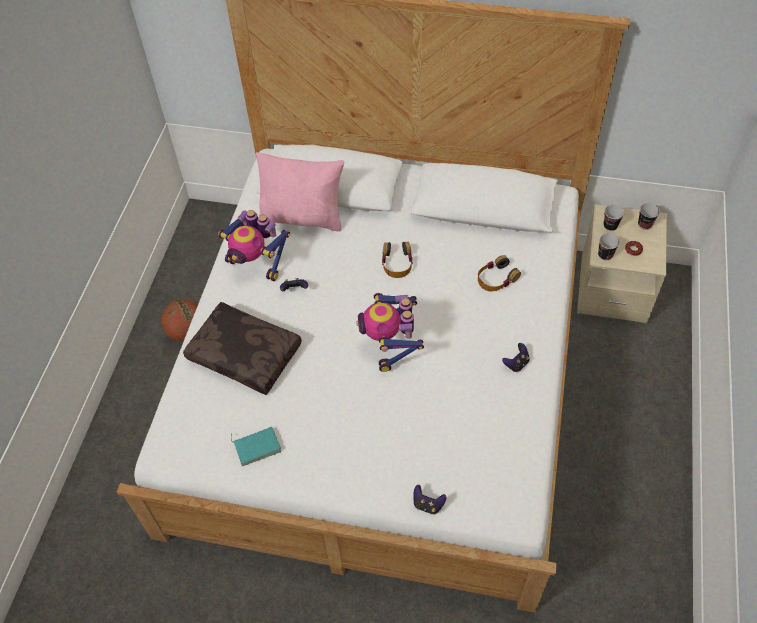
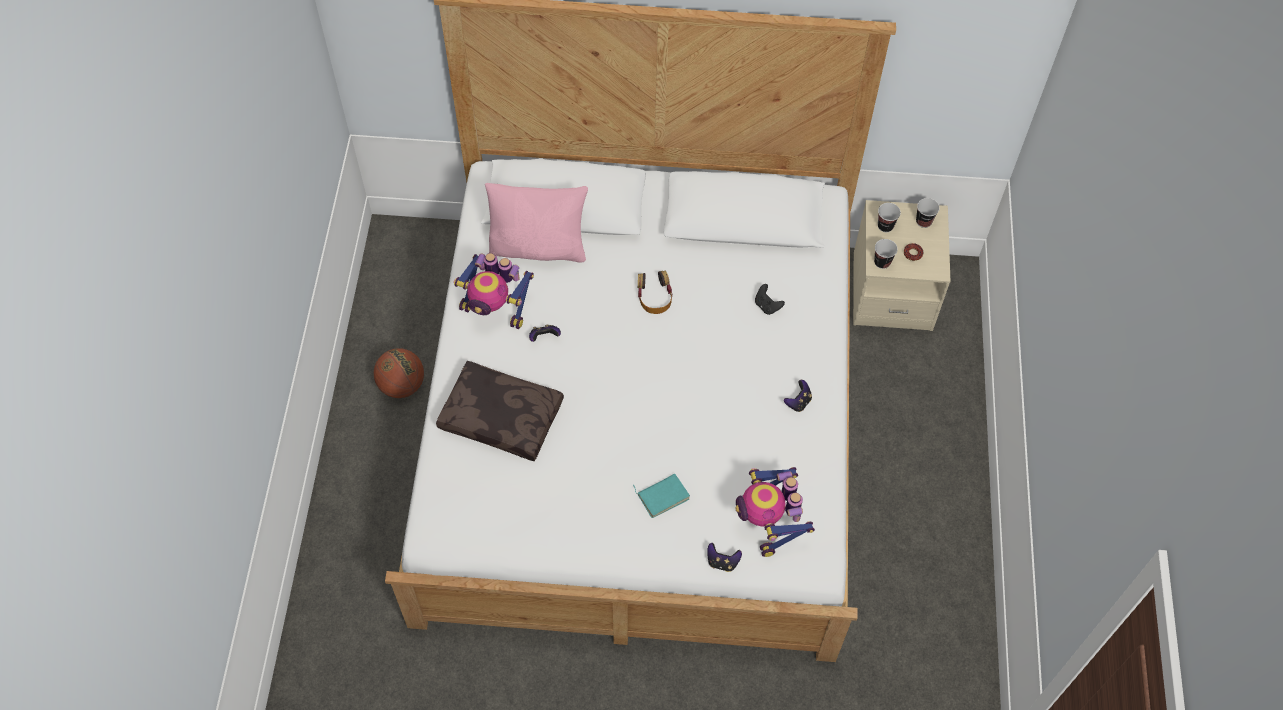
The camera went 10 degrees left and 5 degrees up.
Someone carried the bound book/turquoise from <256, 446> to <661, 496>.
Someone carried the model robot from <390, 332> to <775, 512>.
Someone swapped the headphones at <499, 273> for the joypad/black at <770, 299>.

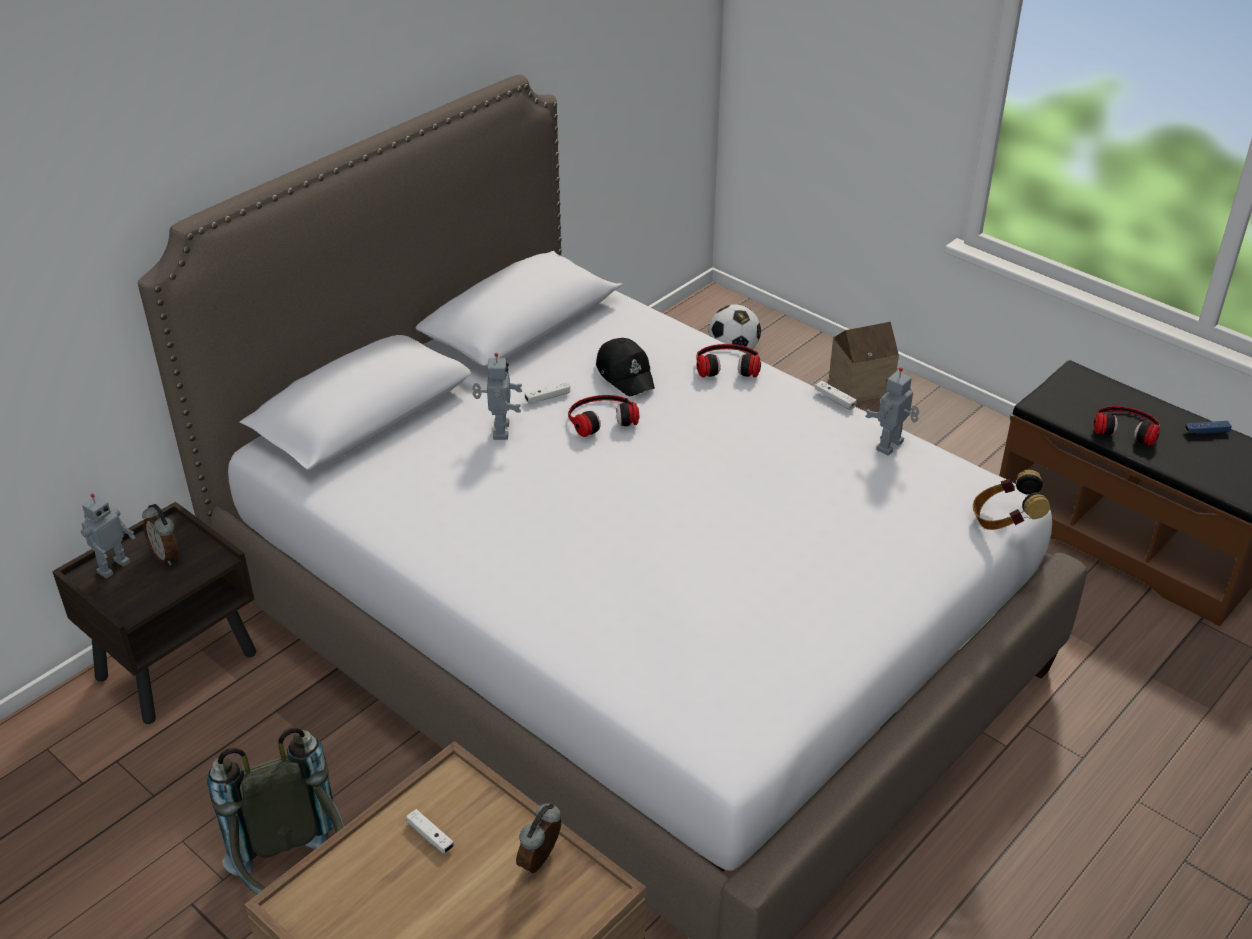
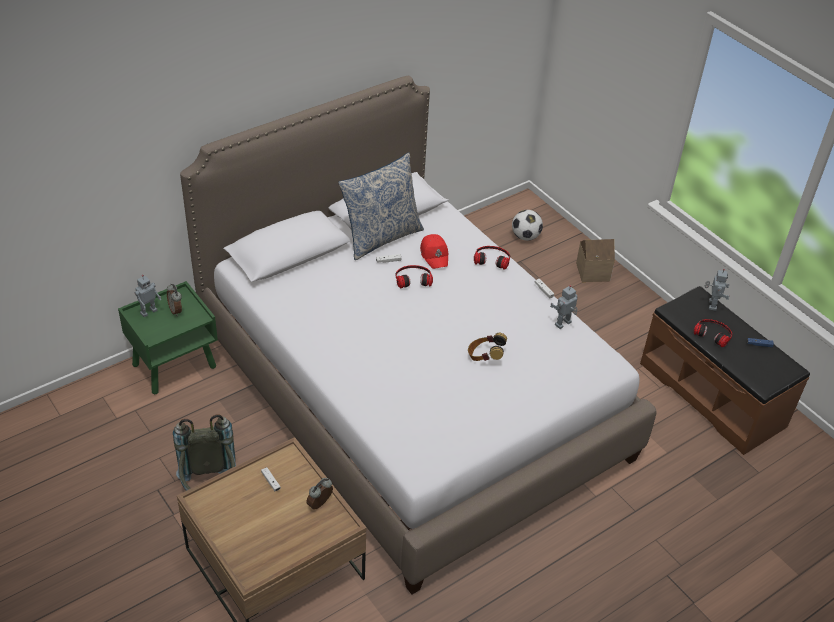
The camera went 10 degrees right and 5 degrees up.
Someone repainted the nightstand/brown-coloured at <154, 613>, which became the nightstand/greenish at <168, 337>.
Someone carried the model robot from <497, 396> to <717, 290>.
Someone repainted the peaked cap/black at <625, 367>, which became the peaked cap/reddish at <434, 251>.
Someone carried the headphones from <1011, 500> to <487, 347>.
Someone put down the throw pillow at <381, 206>.

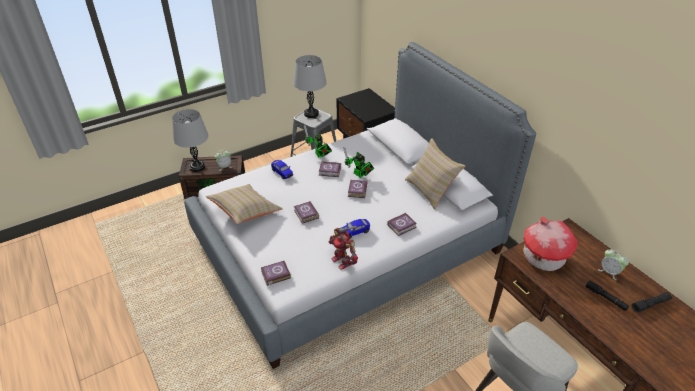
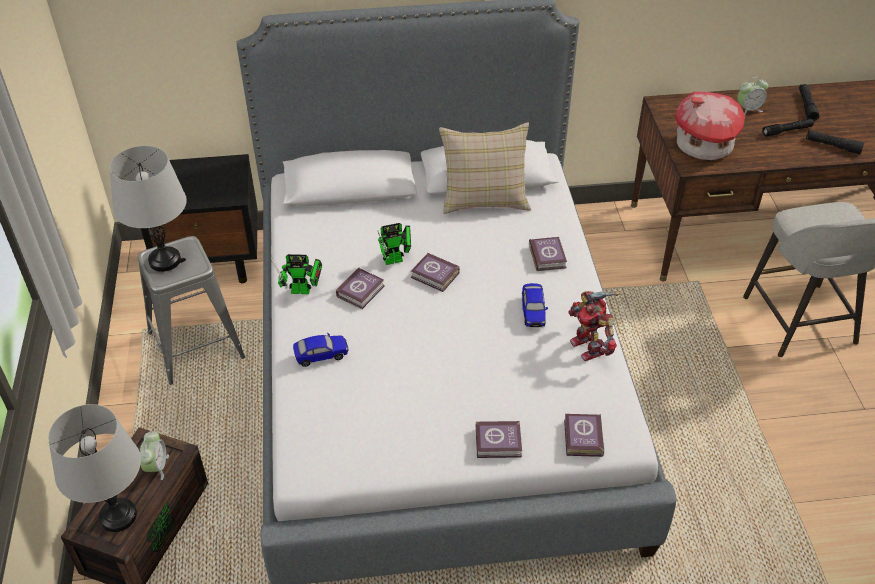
The camera went 65 degrees left and 5 degrees up.
Someone took away the throw pillow/beige-coloured at <244, 204>.
Someone carried the bound book from <306, 212> to <499, 439>.
Someone rotated the model robot at <343, 248> by 75 degrees clockwise.
Someone put down the hand torch/black at <835, 142>.

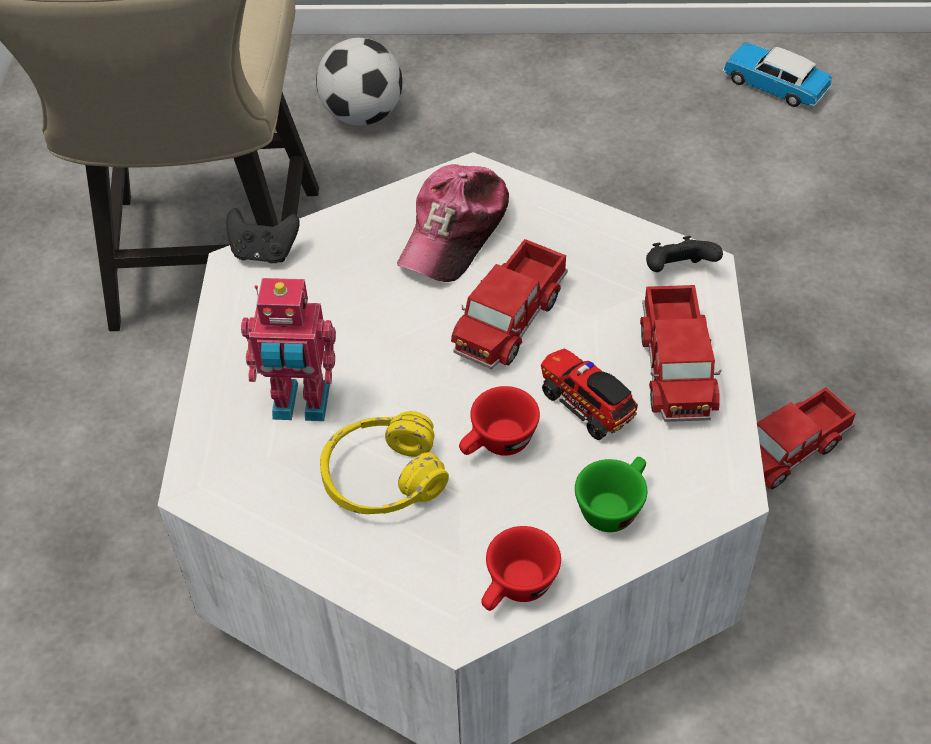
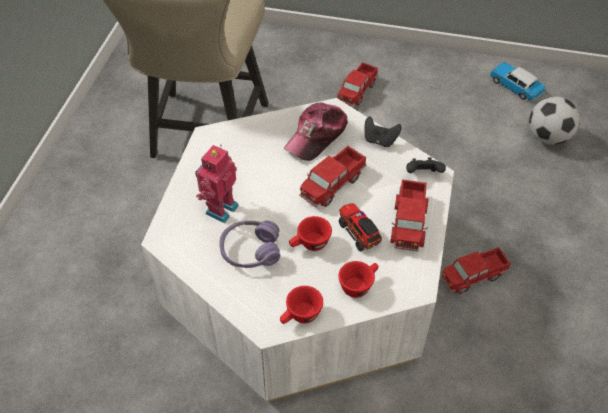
The camera went 10 degrees right and 0 degrees up.
Someone carried the joypad/black from <263, 236> to <383, 131>.
Someone rotated the model robot at <288, 349> by 105 degrees clockwise.
Someone carried the football from <359, 82> to <554, 120>.
Someone repainted the headphones/yellowish at <384, 462>, which became the headphones/purple-coloured at <250, 244>.
Someone repainted the small cup/greenish at <611, 494>, which became the small cup/reddish at <358, 279>.
Someone put down the toy lorry at <357, 84>.

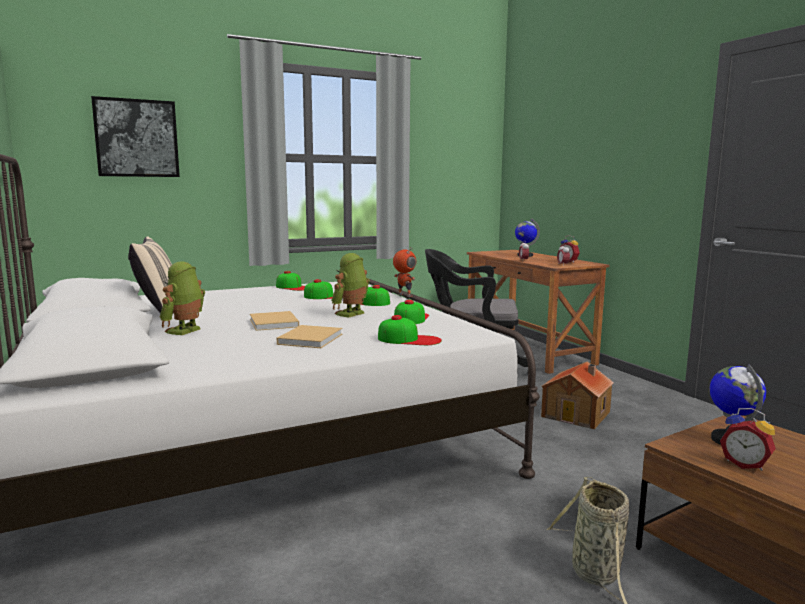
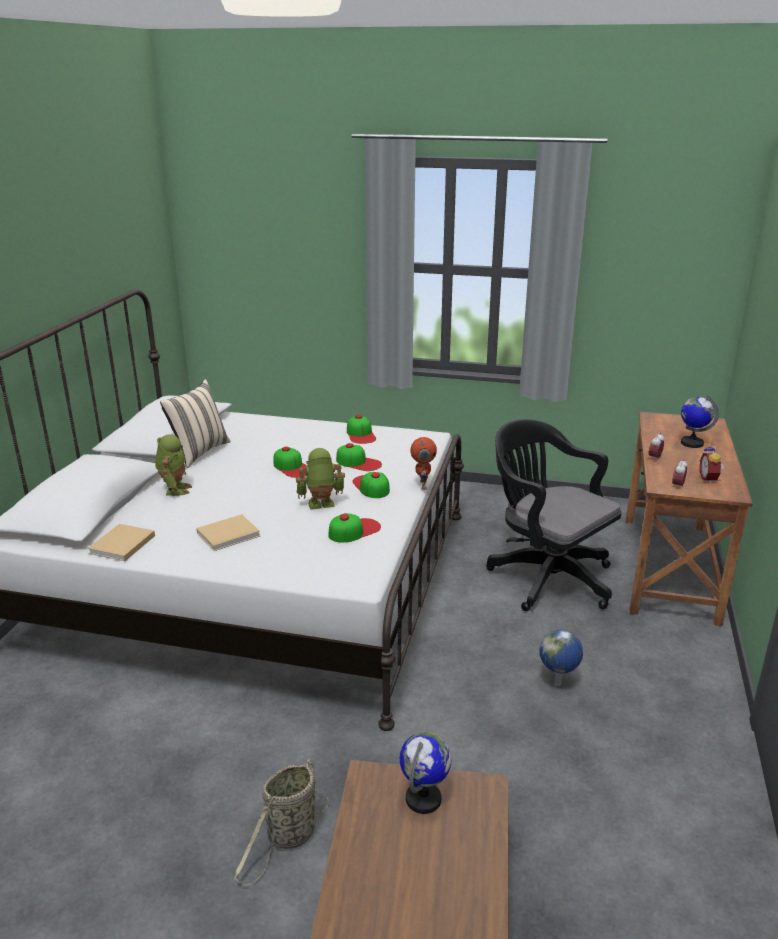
The camera went 40 degrees right and 15 degrees up.
Someone took away the wall picture at <135, 136>.
Someone rotated the model robot at <182, 298> by 120 degrees clockwise.
Someone carried the bound book/beige-coloured from <274, 321> to <121, 542>.
Someone carried the peaked cap from <410, 330> to <290, 462>.
Someone swapped the toy house at <577, 395> for the desk globe at <561, 658>.
Someone took away the bedside clock at <748, 439>.

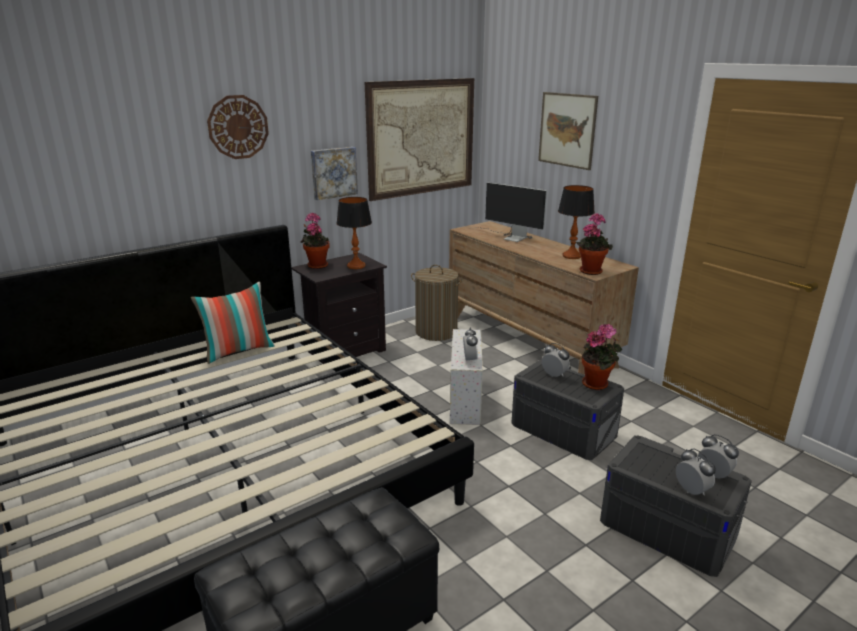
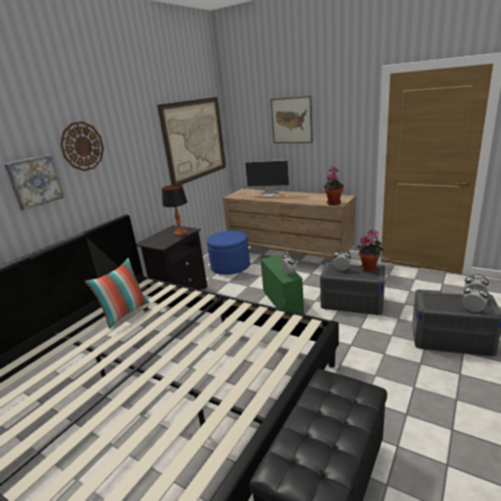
The camera went 20 degrees left and 0 degrees up.
Someone took away the houseplant at <315, 241>.
Someone carried the wall picture from <334, 173> to <34, 182>.
Someone swapped the washing basket at <437, 303> for the ottoman/bluish at <228, 252>.
Someone repainted the storage box/white at <466, 377>, which became the storage box/greenish at <282, 285>.
Someone took away the table lamp at <576, 222>.

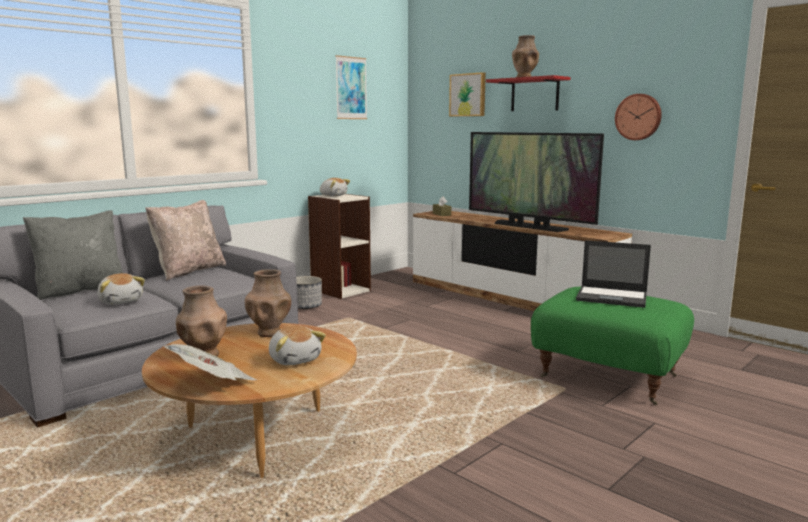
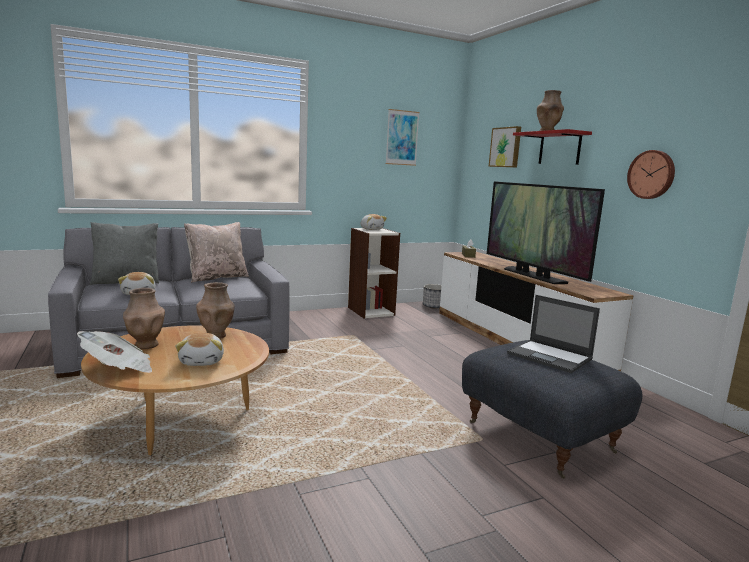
The camera went 20 degrees right and 0 degrees up.
Someone carried the plant pot from <309, 292> to <432, 296>.
Someone repainted the ottoman/greenish at <612, 346>, which became the ottoman/gray at <552, 409>.

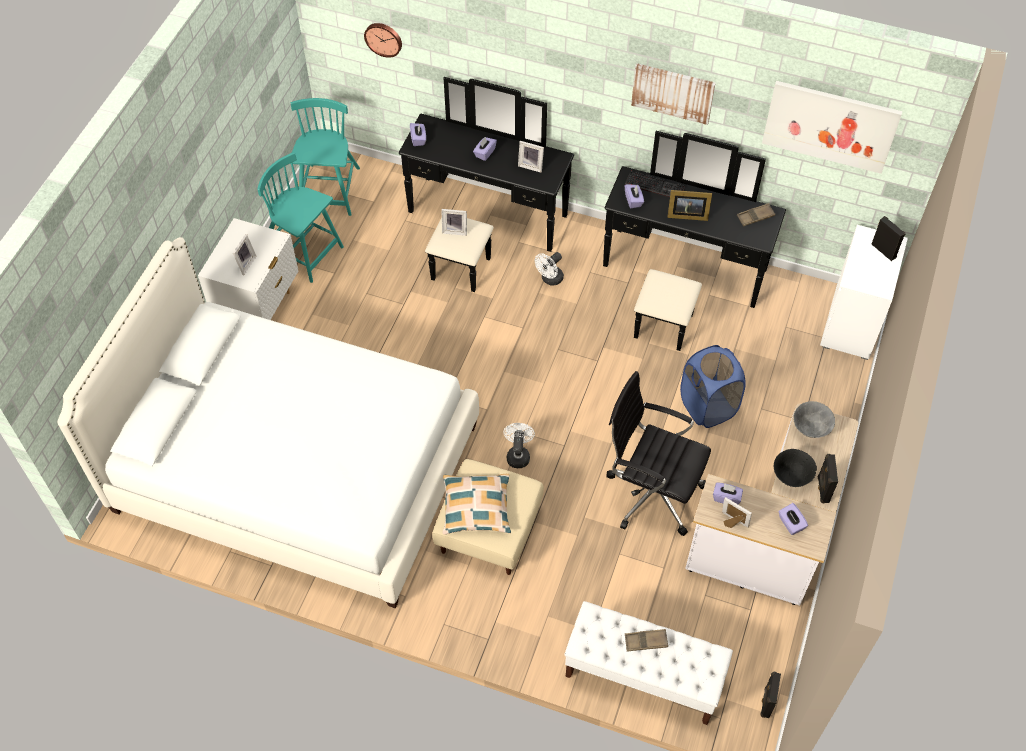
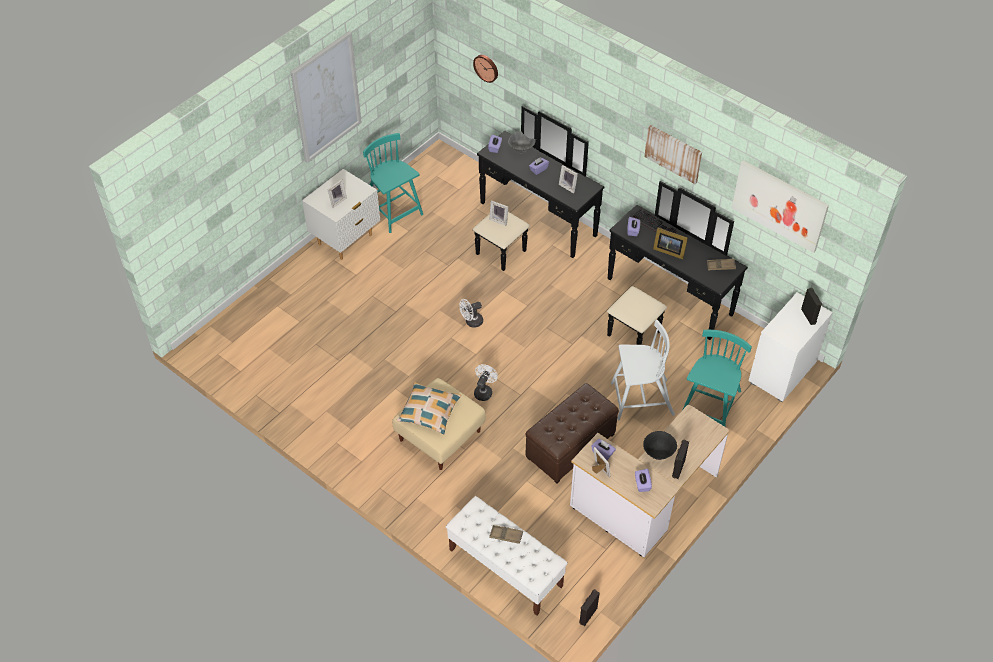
The camera went 20 degrees right and 5 degrees down.
Someone took away the bed/white at <268, 422>.
Someone carried the upright chair/turquoise from <325, 157> to <717, 378>.
Someone carried the cooling fan/white from <549, 269> to <471, 313>.
Someone swapped the computer chair/black at <658, 453> for the ottoman/brown-coloured at <572, 433>.
Someone swapped the washing basket/bluish at <713, 386> for the upright chair/white at <643, 370>.
Someone carried the serving bowl/gray from <814, 419> to <522, 142>.
Someone put up the wall picture at <326, 97>.

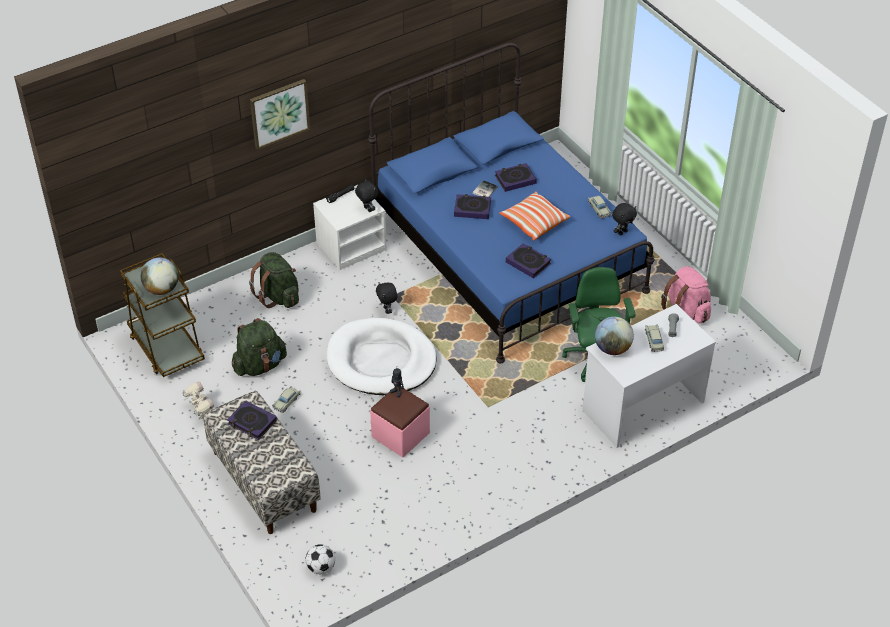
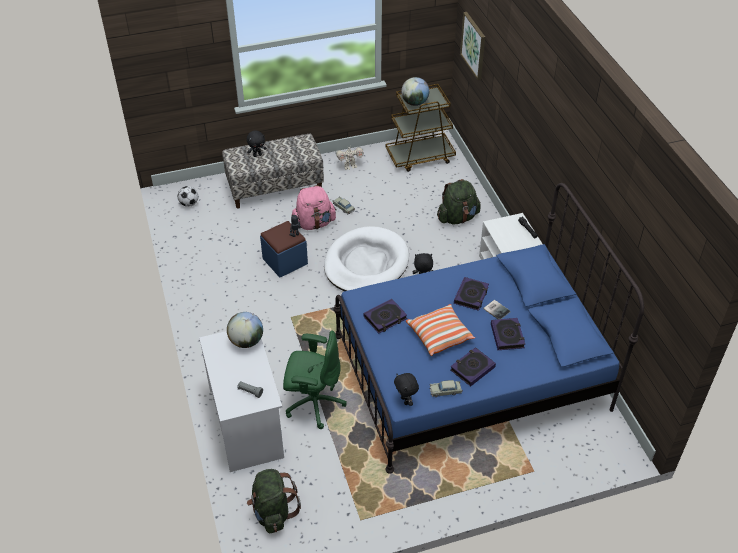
The camera went 105 degrees right and 0 degrees up.
Someone carried the bound book from <252, 420> to <473, 366>.
Someone carried the rucksack/greenish from <259, 347> to <274, 501>.
Someone carried the wall picture from <280, 114> to <472, 46>.
Someone carried the plush toy/black from <366, 195> to <257, 144>.
Someone repainted the ottoman/pink at <400, 421>, which became the ottoman/bluish at <284, 249>.
Someone took away the toy car/beige-coloured at <654, 338>.
Someone carried the rucksack/pink from <686, 295> to <313, 207>.

